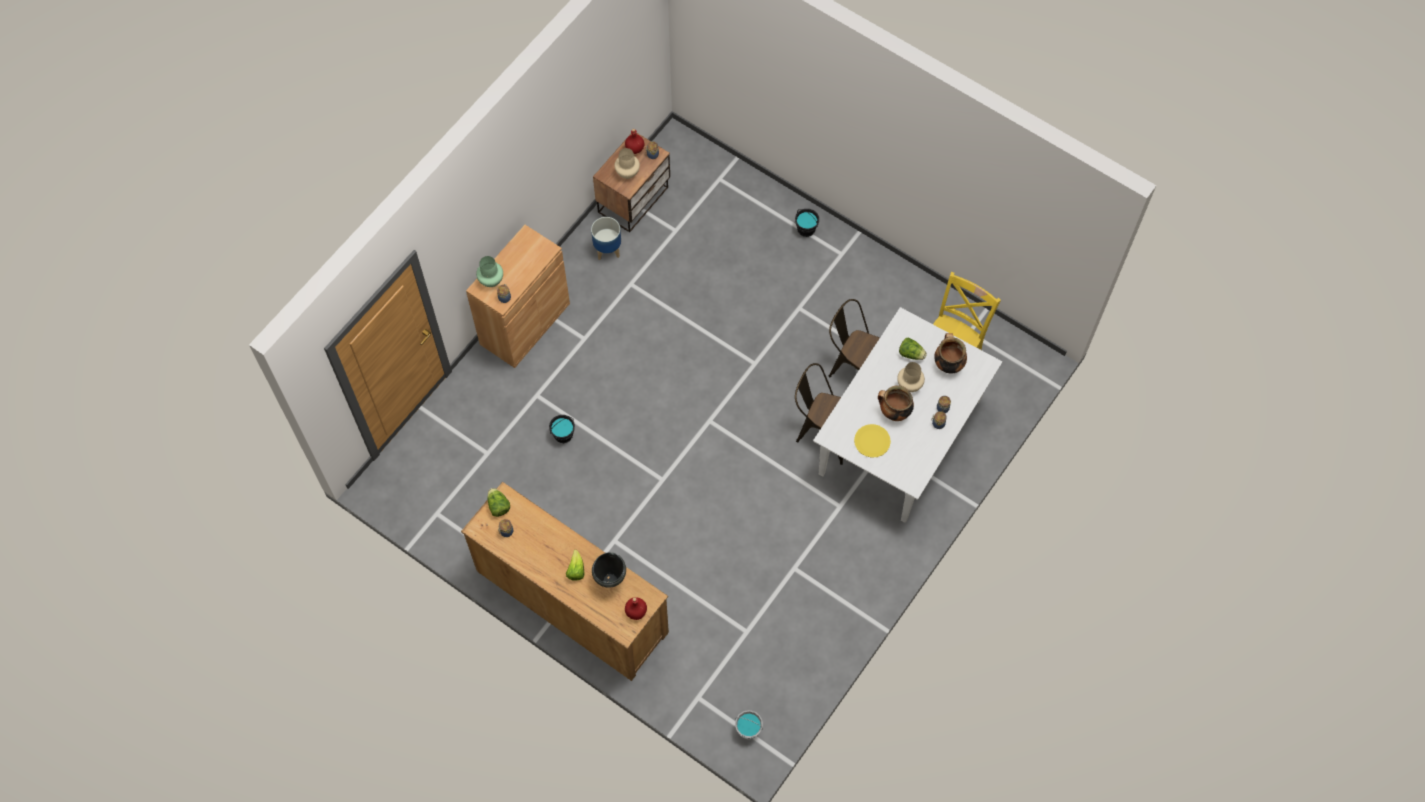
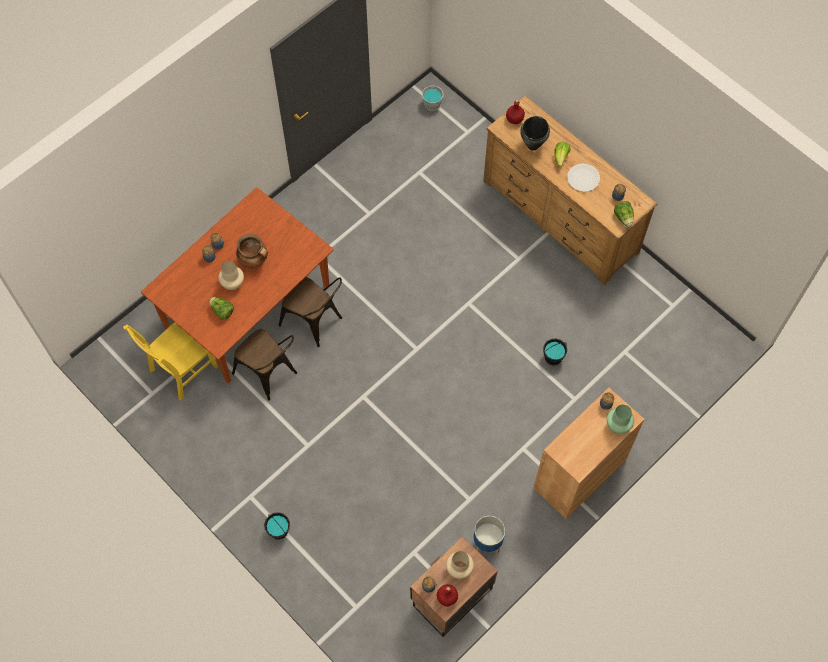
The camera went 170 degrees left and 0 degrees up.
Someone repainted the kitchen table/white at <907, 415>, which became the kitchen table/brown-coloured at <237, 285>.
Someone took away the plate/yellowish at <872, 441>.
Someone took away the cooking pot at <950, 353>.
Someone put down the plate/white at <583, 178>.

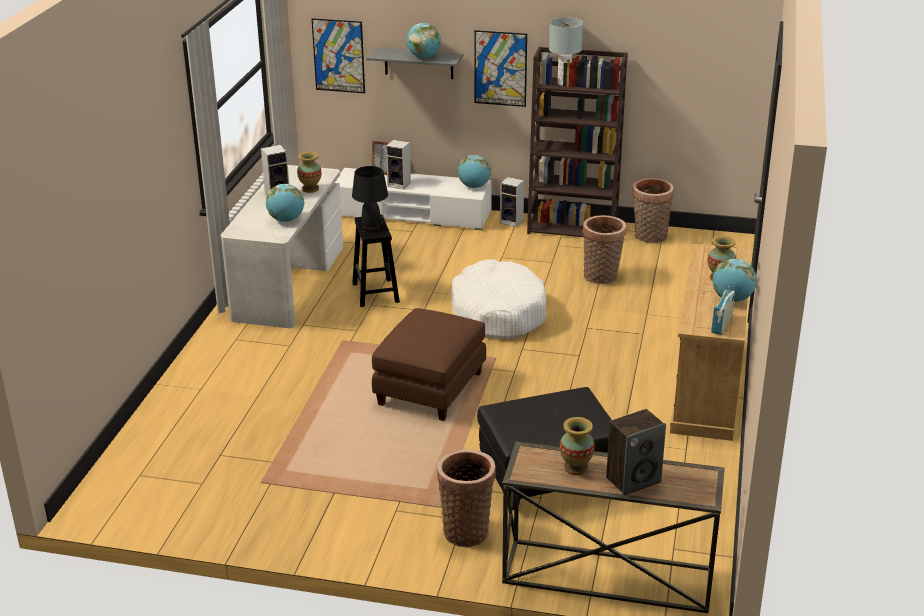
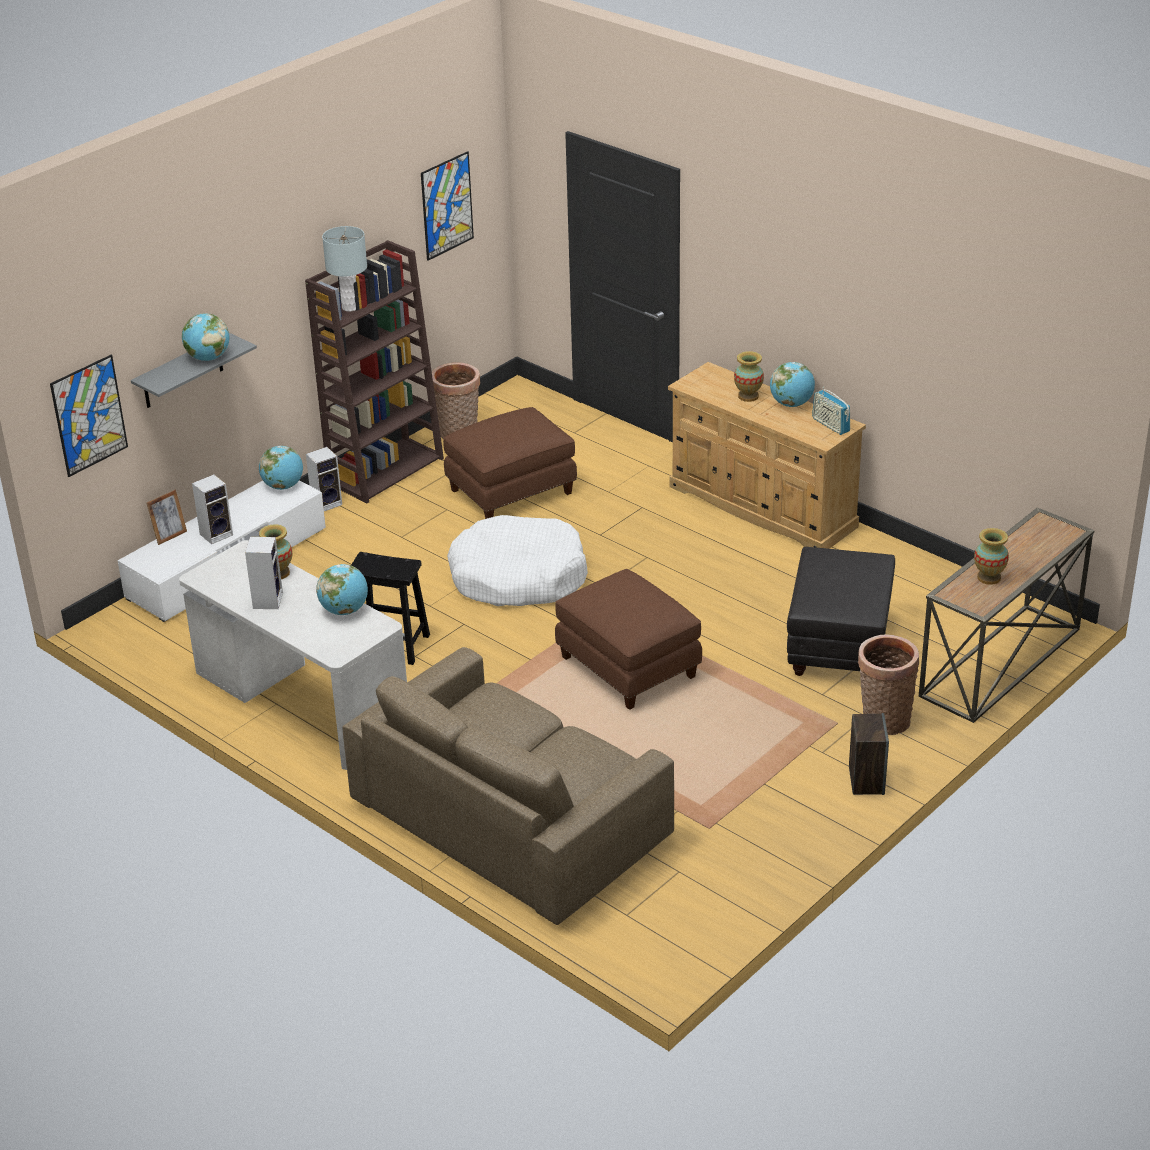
The camera went 60 degrees left and 5 degrees up.
Someone took away the table lamp/black at <370, 198>.
Someone carried the wall picture from <500, 68> to <447, 206>.
Someone swapped the storage basket at <604, 249> for the ottoman/brown-coloured at <510, 463>.
Someone carried the speaker from <636, 452> to <869, 754>.
Someone put down the couch/brown-coloured at <508, 786>.

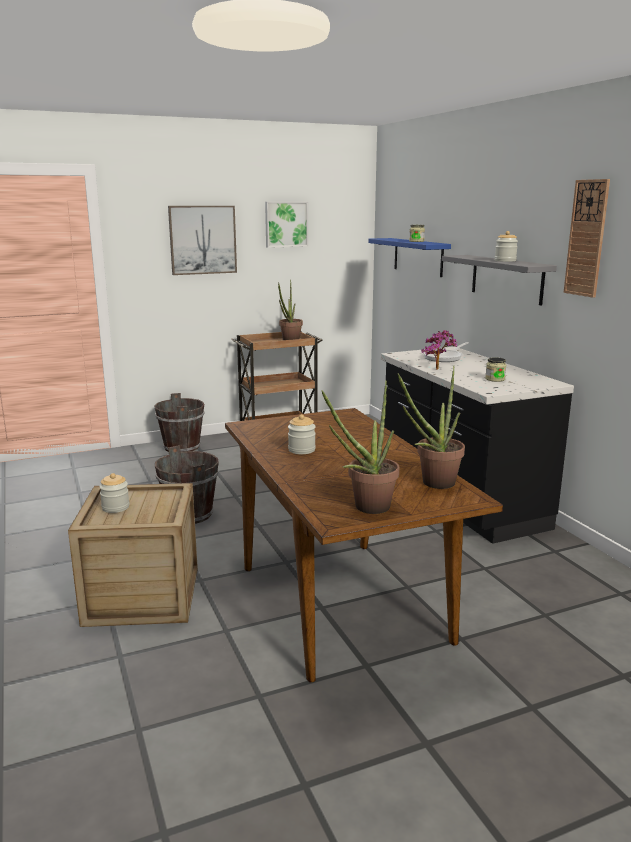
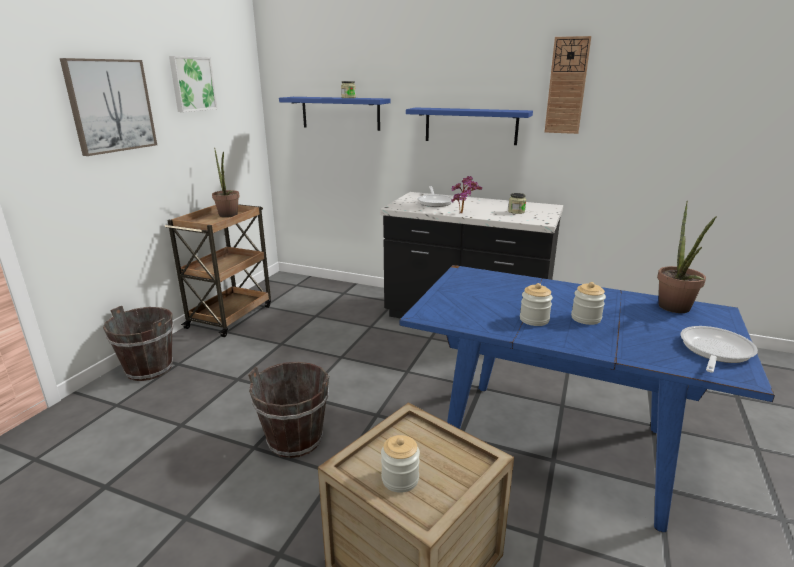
The camera went 45 degrees left and 5 degrees up.
Someone repainted the kitchen table/brown-coloured at <364, 545>, which became the kitchen table/bluish at <587, 398>.
Someone swapped the houseplant at <360, 447> for the frying pan at <719, 349>.
Someone repainted the wall shelf/gray at <499, 280>, which became the wall shelf/bluish at <469, 126>.
Someone carried the storage jar from <506, 246> to <588, 303>.

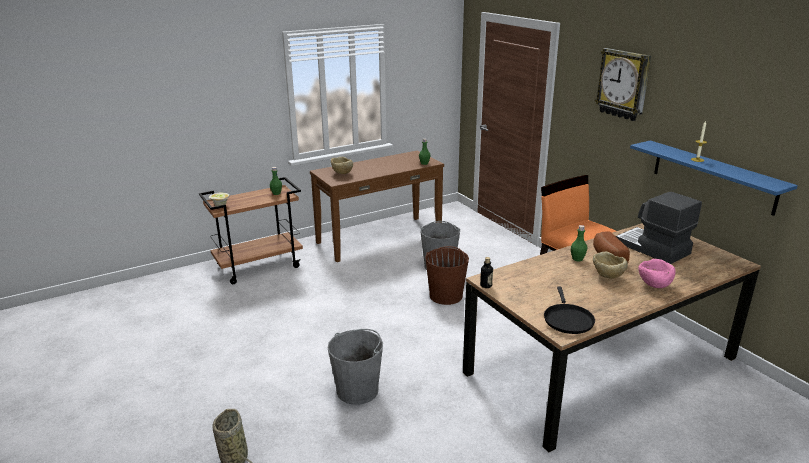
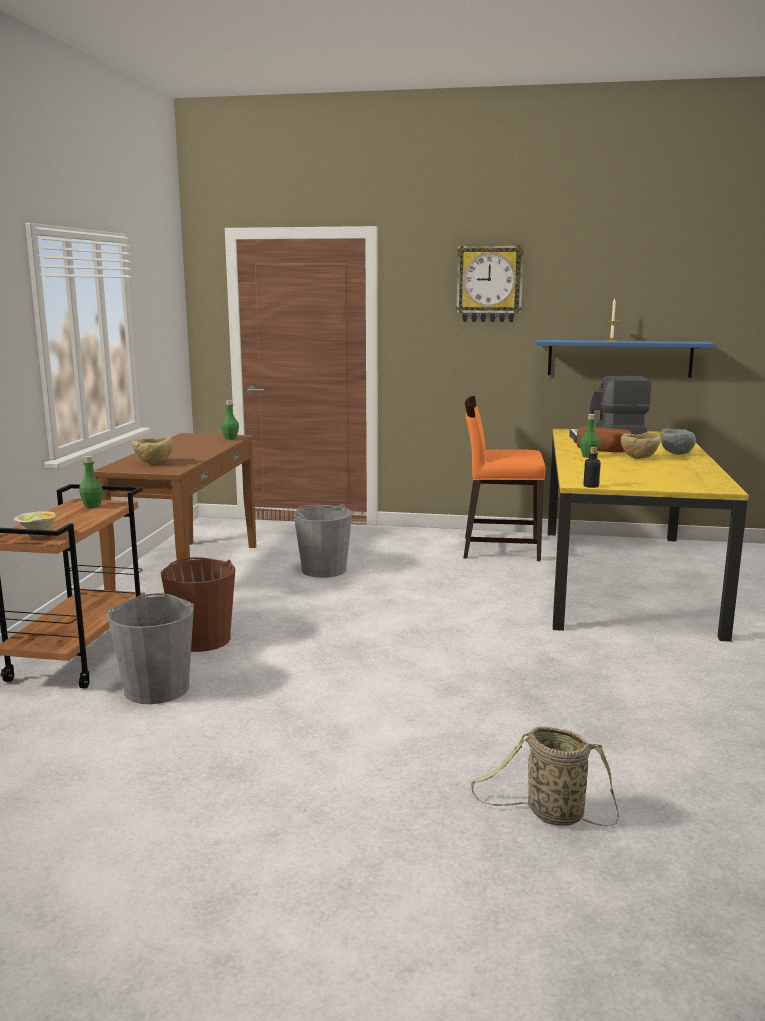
The camera went 50 degrees left and 10 degrees down.
Someone carried the pail/gray from <355, 367> to <151, 648>.
Someone carried the pail/brown-coloured from <447, 275> to <198, 604>.
Someone repainted the kitchen table/brown-coloured at <612, 337>, which became the kitchen table/yellowish at <648, 535>.
Someone took away the frying pan/black at <569, 310>.
Someone repainted the serving bowl/pink at <657, 273>, which became the serving bowl/gray at <678, 441>.

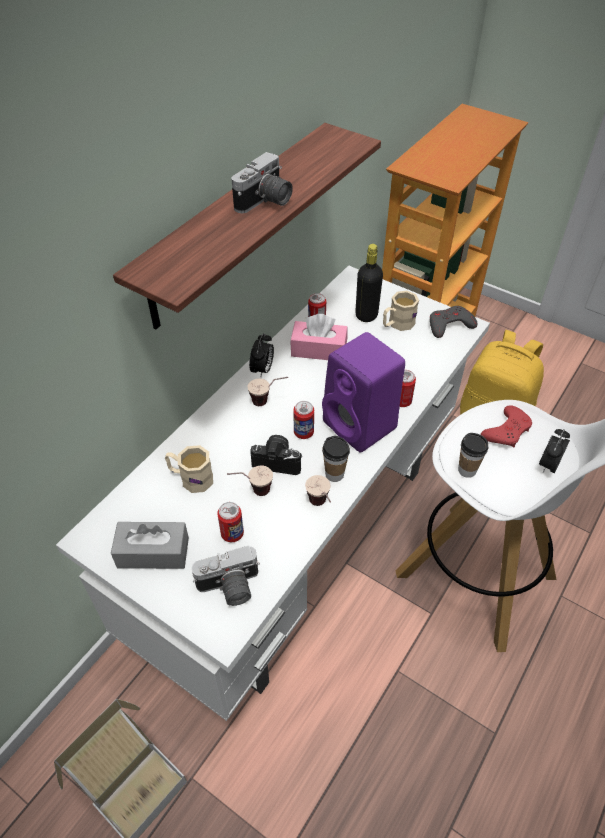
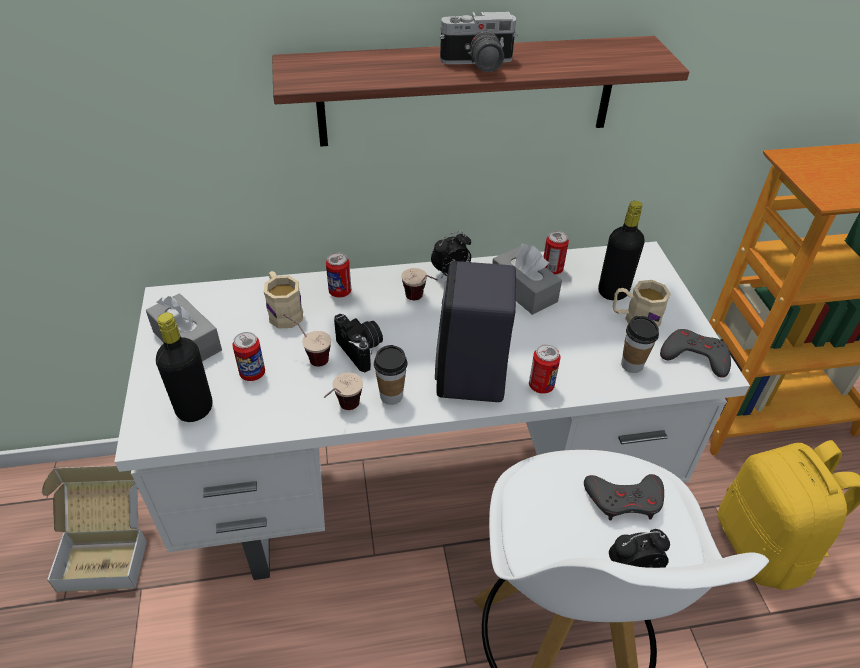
The camera went 45 degrees right and 5 degrees down.
Someone swapped the still camera at <226, 576> for the bottle/black at <184, 367>.
Someone repainted the tissue box/pink at <319, 337>, which became the tissue box/gray at <527, 279>.
Someone carried the sealed can from <303, 420> to <338, 275>.
Someone repainted the speaker/purple-coloured at <363, 392>, which became the speaker/black at <475, 331>.
Someone carried the small cup from <473, 455> to <640, 344>.
Someone repainted the joypad/reddish at <506, 426>, which became the joypad/gray at <624, 497>.

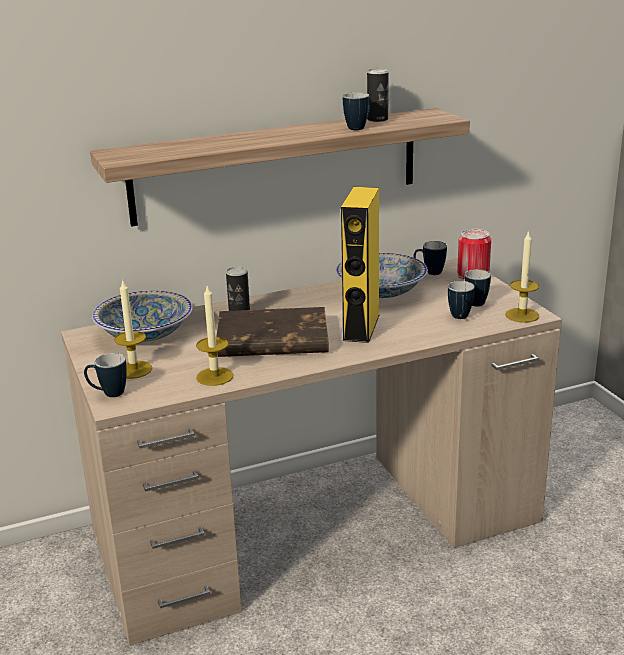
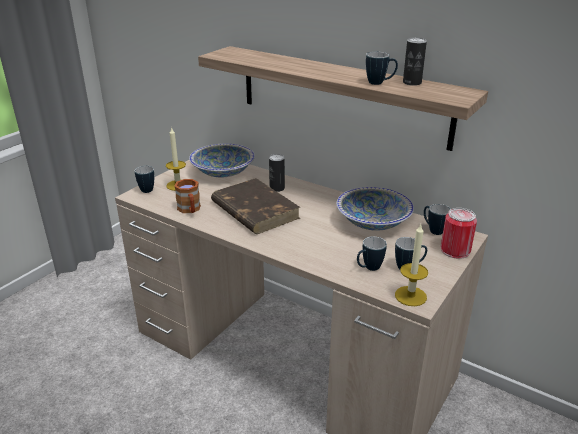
The camera went 55 degrees right and 5 degrees up.
Someone swapped the candle at <215, 335> for the tea mug/brown-coloured at <187, 196>.
Someone took away the speaker/yellowish at <360, 265>.

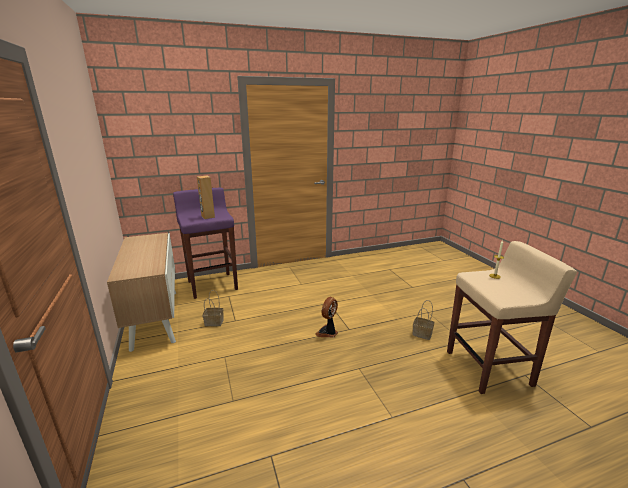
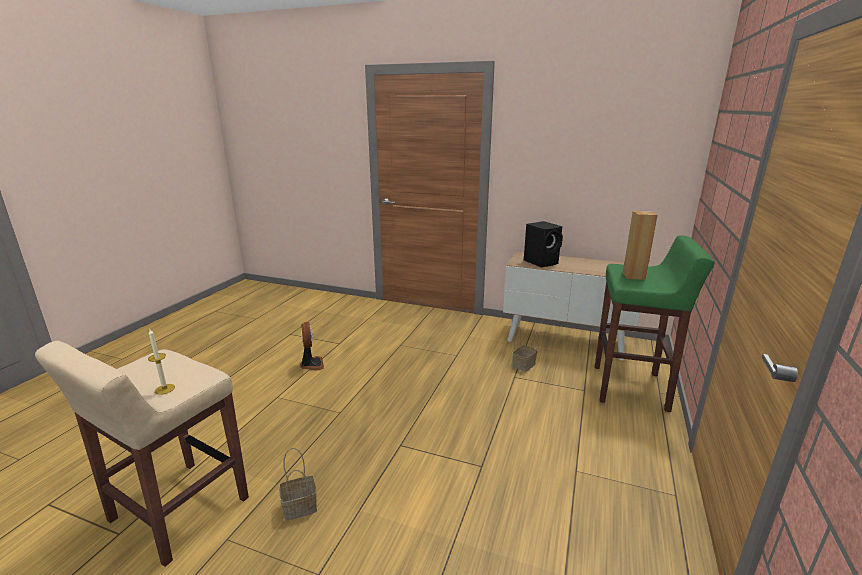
The camera went 130 degrees right and 0 degrees up.
Someone repainted the stool/purple-coloured at <205, 243>, which became the stool/greenish at <654, 323>.
Someone carried the cooling fan from <326, 317> to <312, 346>.
Someone put down the speaker/black at <543, 244>.

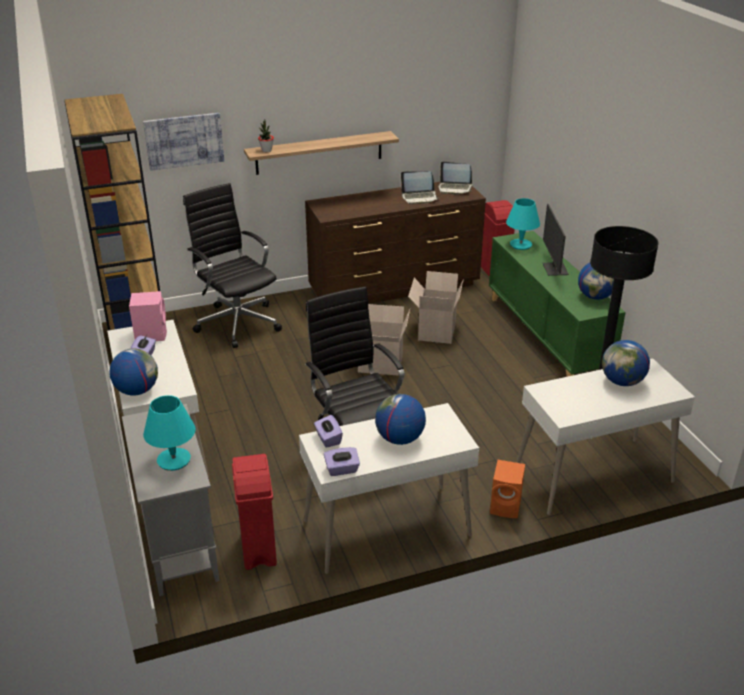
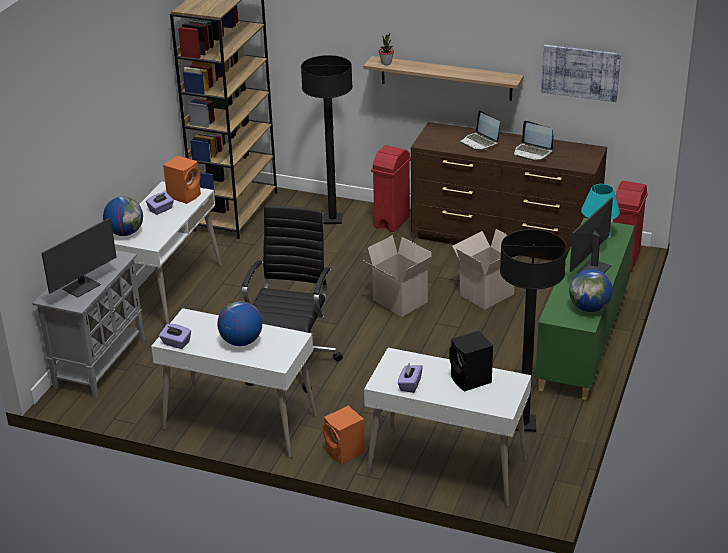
The camera went 40 degrees right and 0 degrees up.
Someone repainted the speaker/pink at <148, 316>, which became the speaker/orange-coloured at <182, 179>.
Someone carried the wall picture from <183, 142> to <581, 73>.
Someone swapped the table lamp/turquoise at <169, 433> for the monitor at <79, 258>.
Someone swapped the computer chair/black at <232, 265> for the standard lamp/black at <327, 139>.
Someone carried the trash can/reddish from <254, 512> to <391, 188>.
Someone carried the tissue box/purple-coloured from <328, 431> to <410, 378>.
Someone carried the laptop from <455, 178> to <480, 130>.
Someone swapped the desk globe at <626, 363> for the speaker/black at <471, 361>.

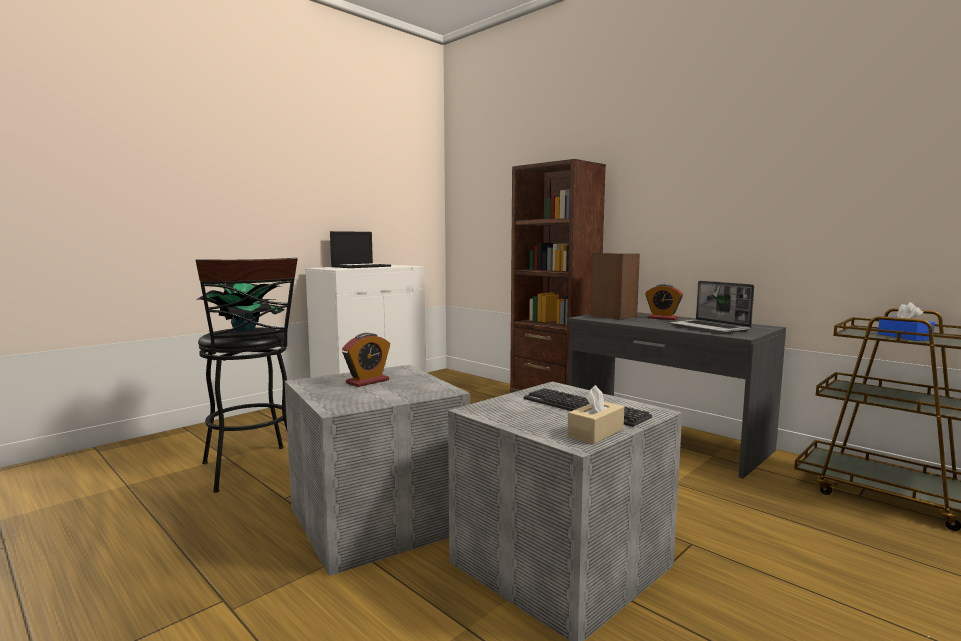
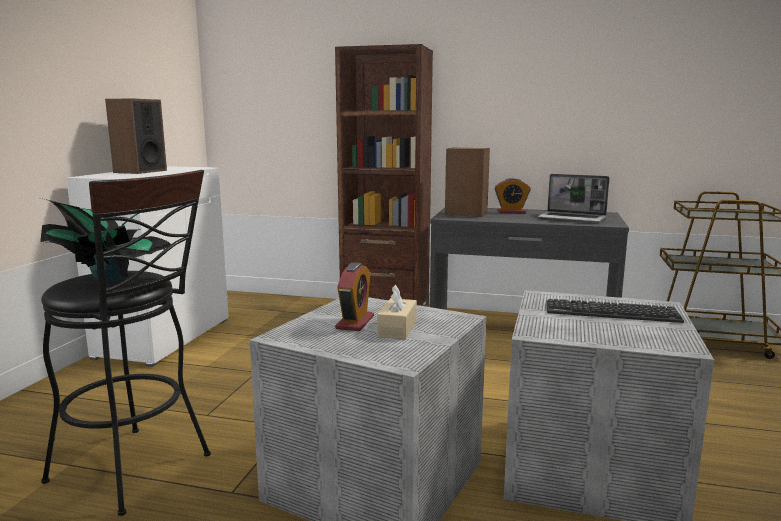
The camera went 30 degrees left and 5 degrees up.
Someone swapped the laptop at <360, 249> for the speaker at <136, 136>.
Someone carried the tissue box/beige-coloured from <595, 414> to <397, 312>.
Someone took away the tissue box/bluish at <906, 321>.

